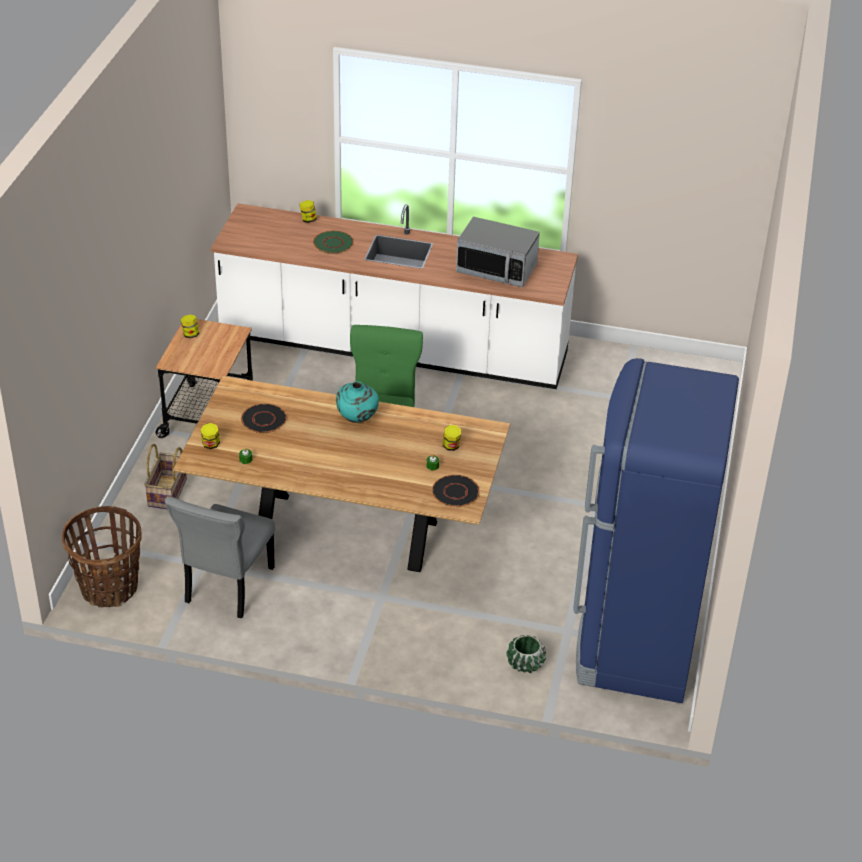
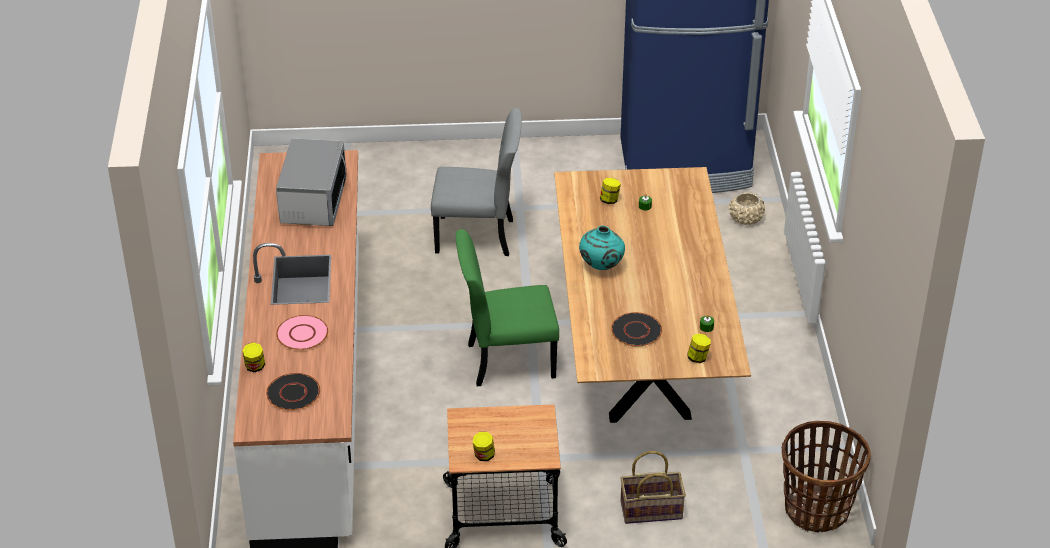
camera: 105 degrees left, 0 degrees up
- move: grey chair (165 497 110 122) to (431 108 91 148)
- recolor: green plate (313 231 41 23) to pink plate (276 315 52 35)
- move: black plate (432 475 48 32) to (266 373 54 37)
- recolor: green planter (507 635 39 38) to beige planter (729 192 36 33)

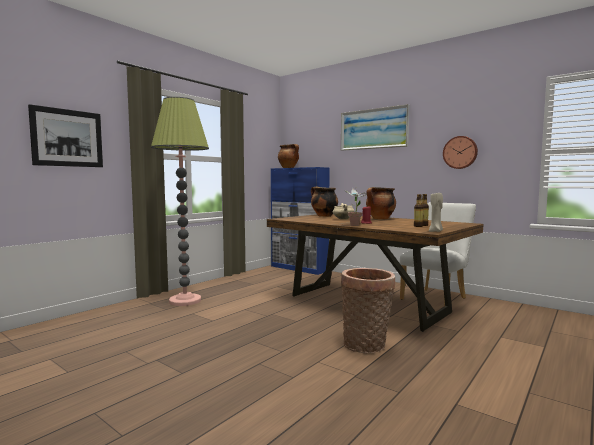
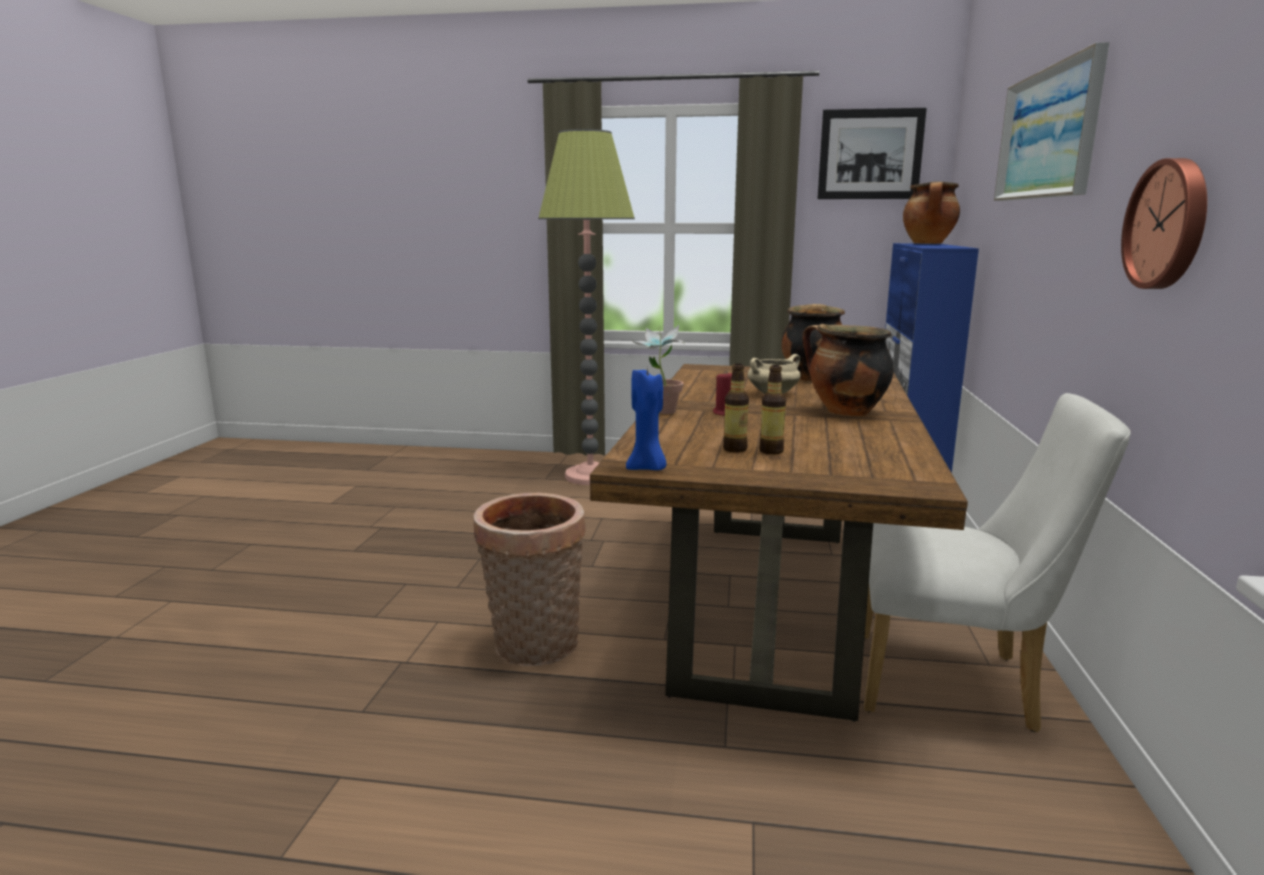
camera: 60 degrees right, 10 degrees up
- move: picture (28 104 75 63) to (817 108 110 91)
- recolor: beige candle (429 193 14 39) to blue candle (626 367 40 103)

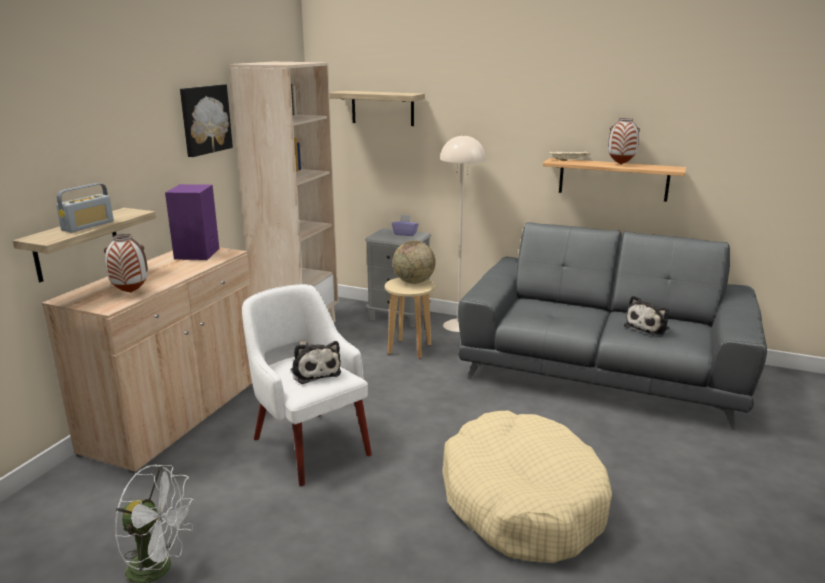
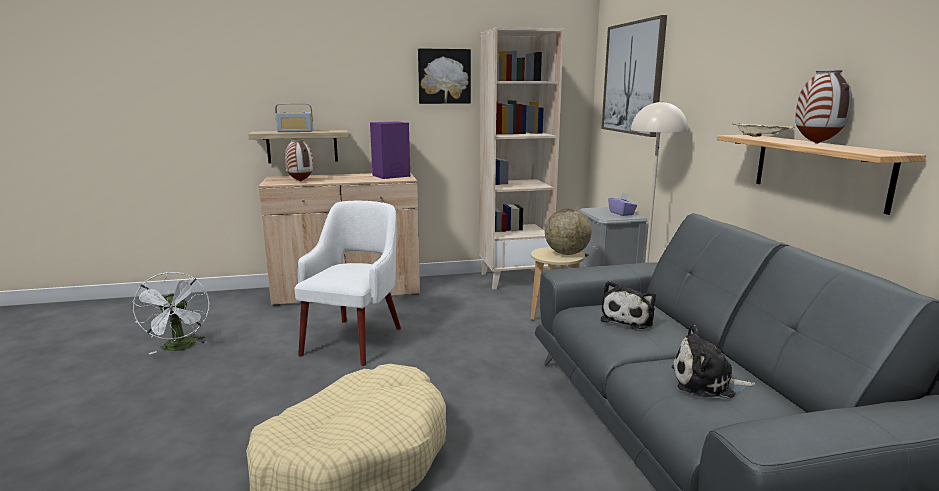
camera: 55 degrees right, 5 degrees down
- move: plush toy (290 341 51 43) to (601 281 55 48)
- replace: shelf (330 91 95 35) to picture (601 15 66 122)

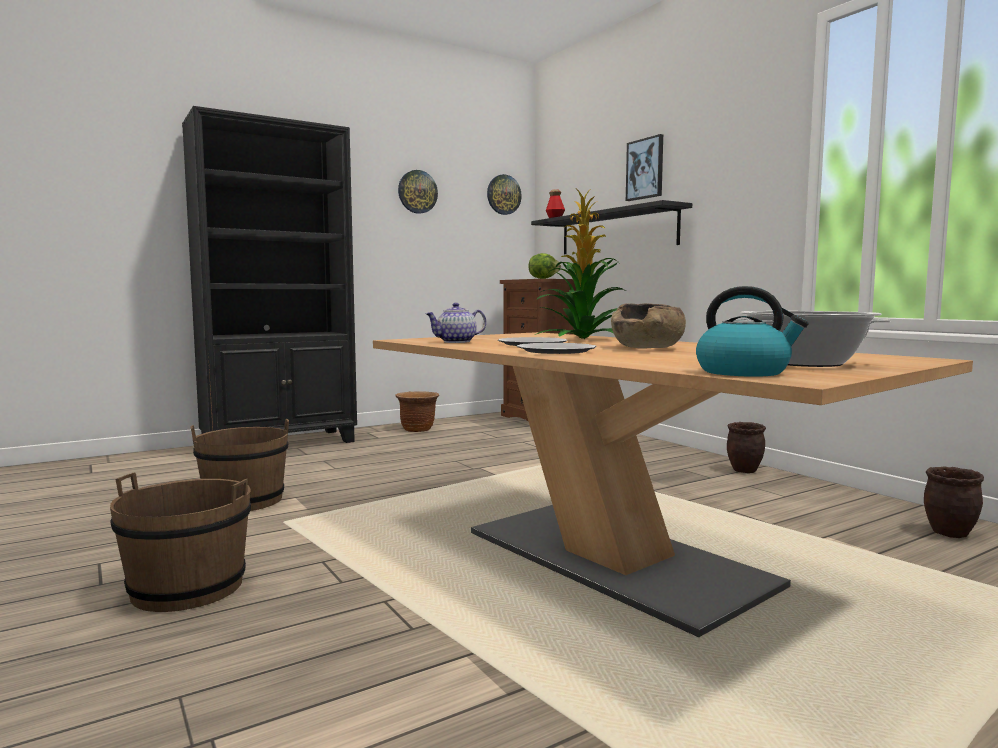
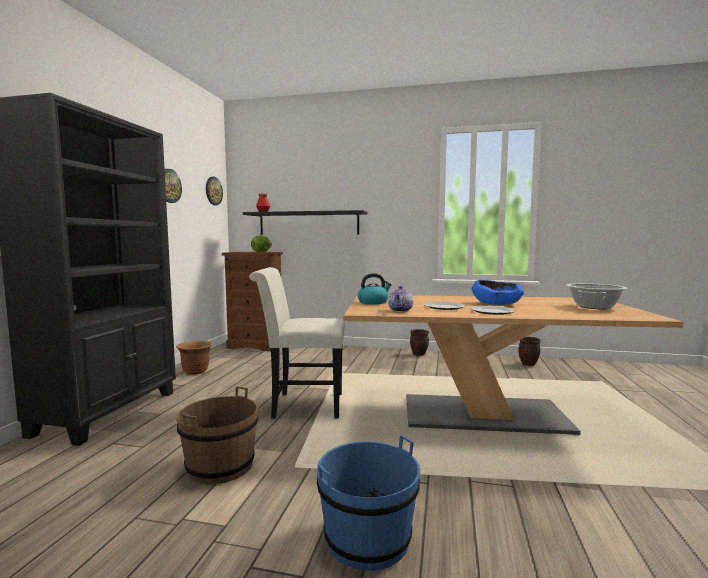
camera: 45 degrees left, 0 degrees up
- recolor: brown bucket (110 473 141 139) to blue bucket (317 435 103 136)
- delete: potted plant (535 189 91 150)
- recolor: brown bowl (611 303 75 46) to blue bowl (472 280 52 25)
- delete: picture (626 134 37 67)
- move: kettle (696 286 113 91) to (358 273 34 31)
- insert: white chair (249 267 96 152)

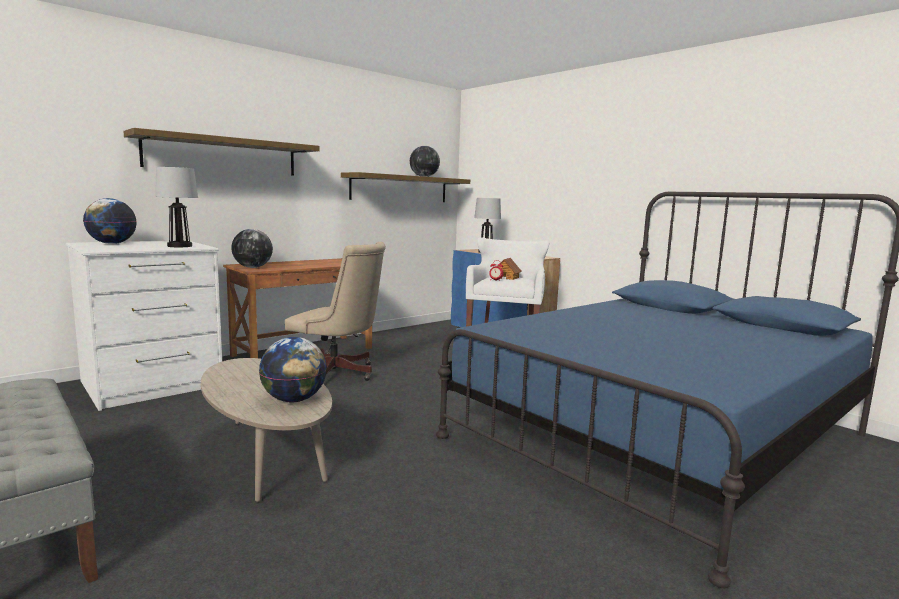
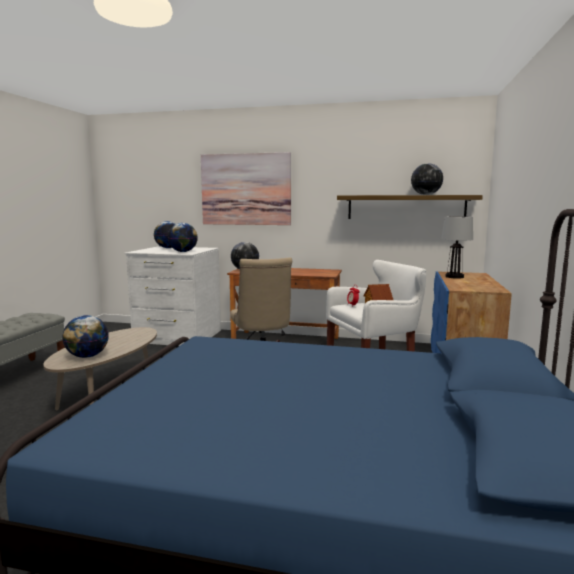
camera: 55 degrees right, 0 degrees up
- replace: shelf (123 128 197 48) to picture (201 152 90 73)
- replace: table lamp (155 167 43 80) to globe (168 223 30 29)

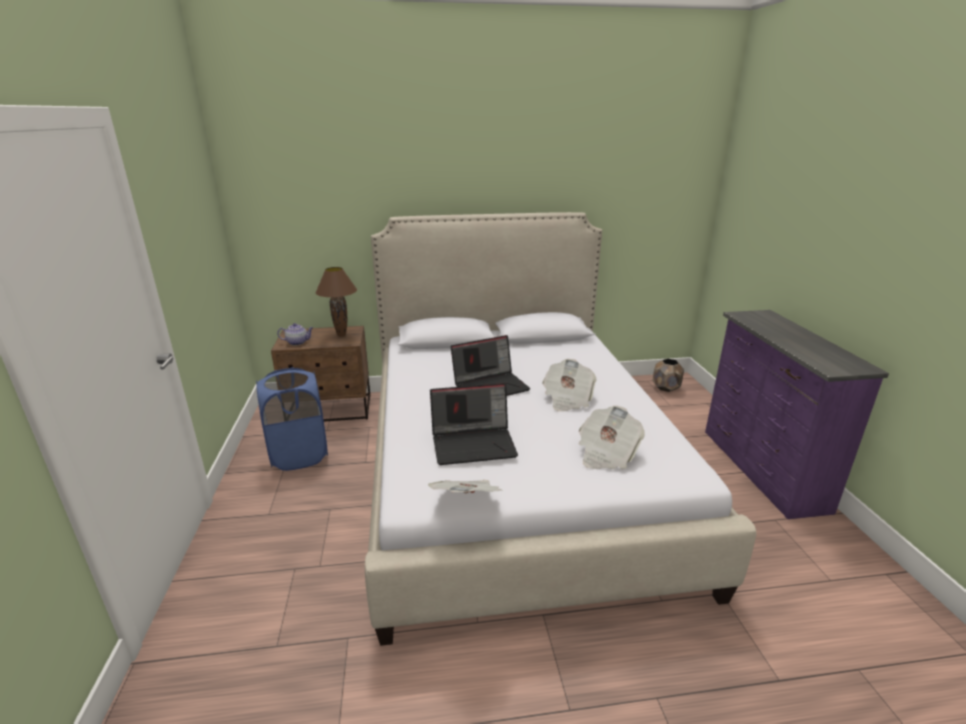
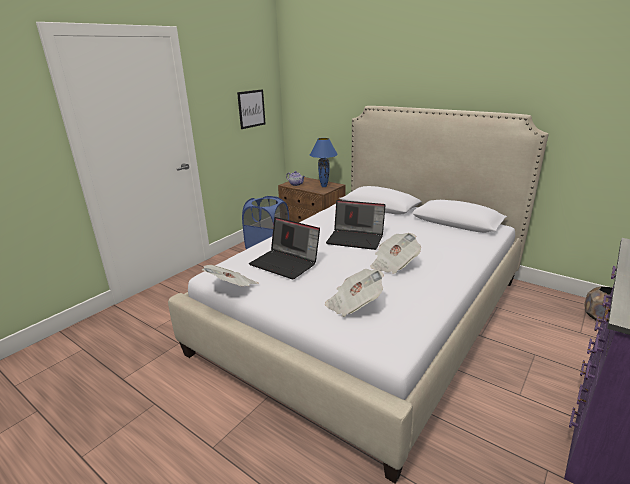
camera: 45 degrees right, 0 degrees up
- recolor: brown table lamp (315 267 42 70) to blue table lamp (310 138 28 49)
- insert: picture (237 89 29 40)

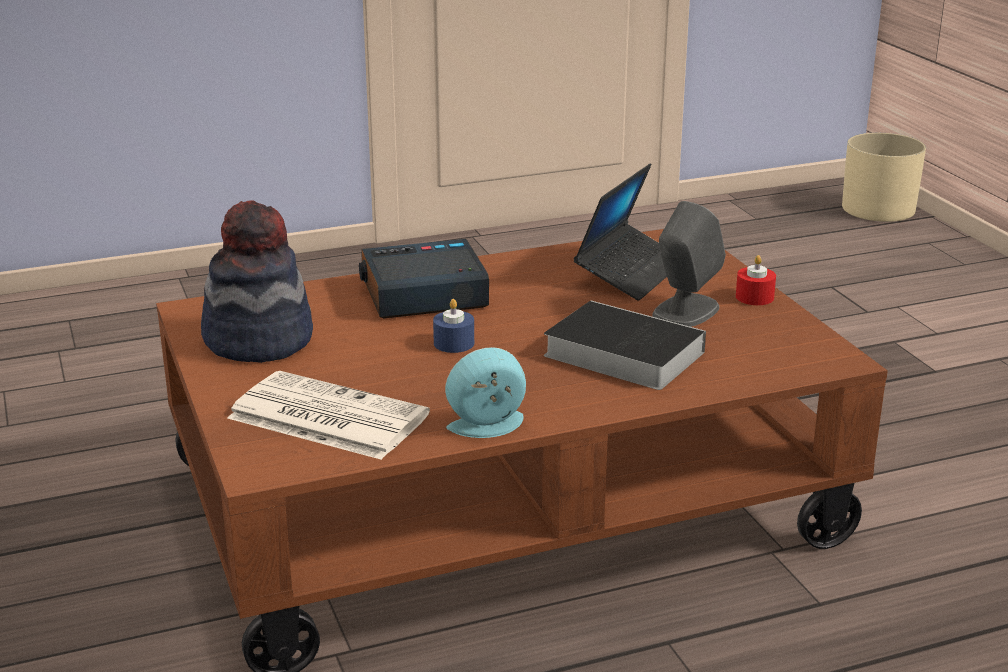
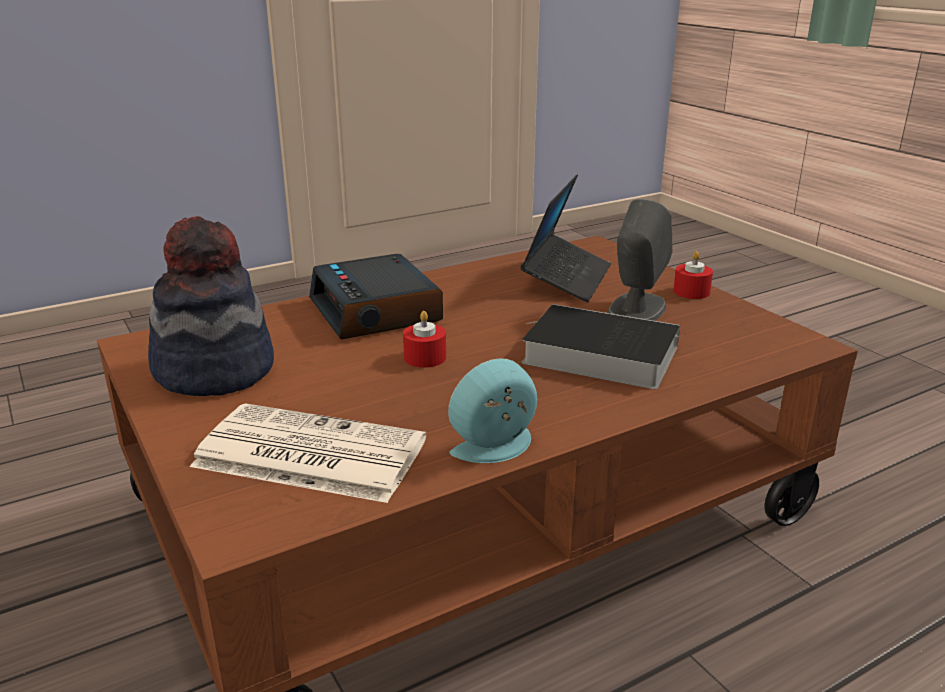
camera: 10 degrees left, 0 degrees up
- rotate: alarm clock (359 239 130 79) = (309 254 134 86) 90 degrees counterclockwise
- recolor: blue candle (433 299 41 54) to red candle (403 311 43 57)
- delete: beige planter (842 133 84 89)

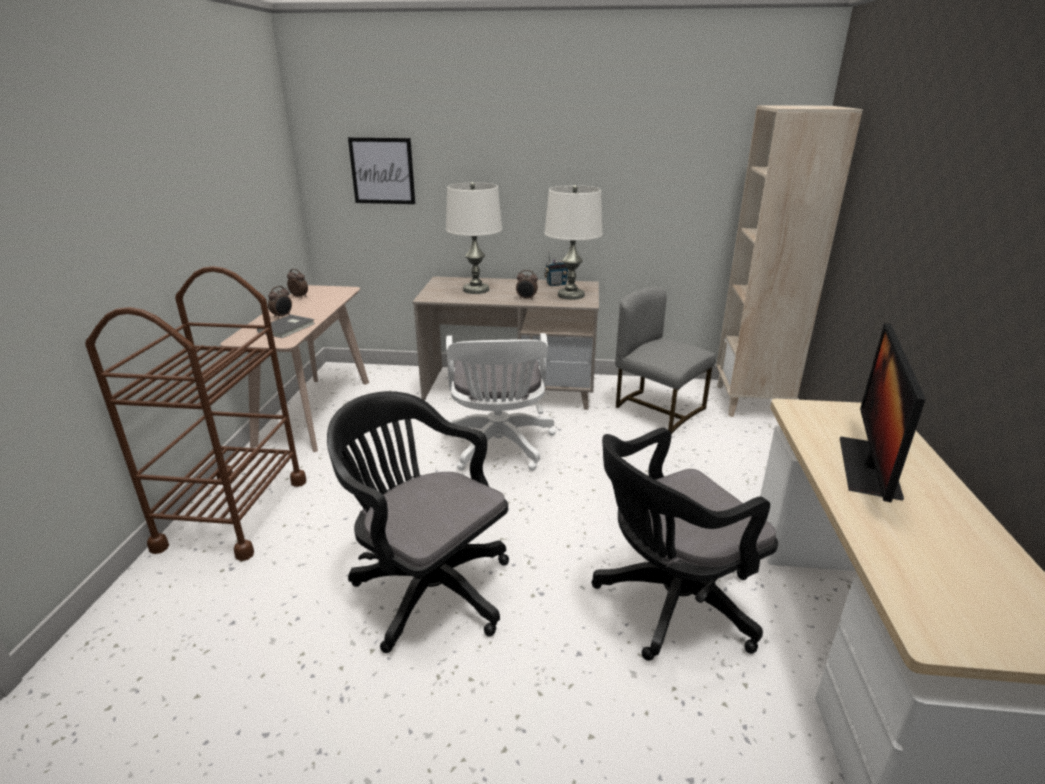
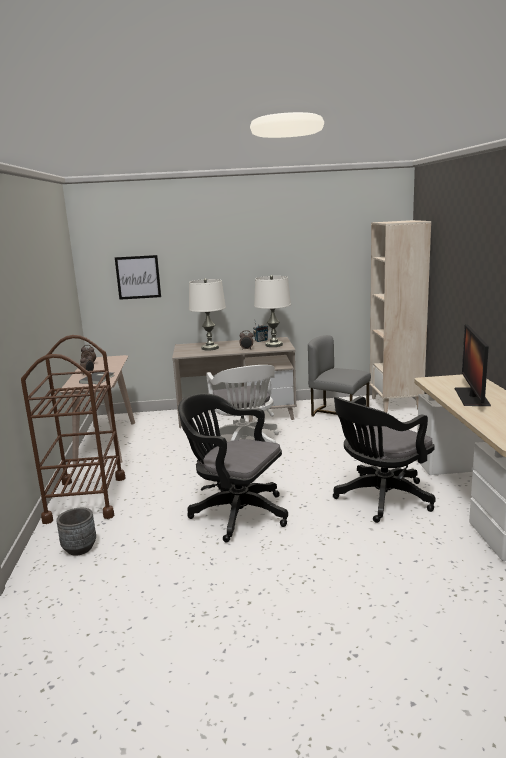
camera: 10 degrees left, 10 degrees down
- insert: grey planter (56 508 40 48)

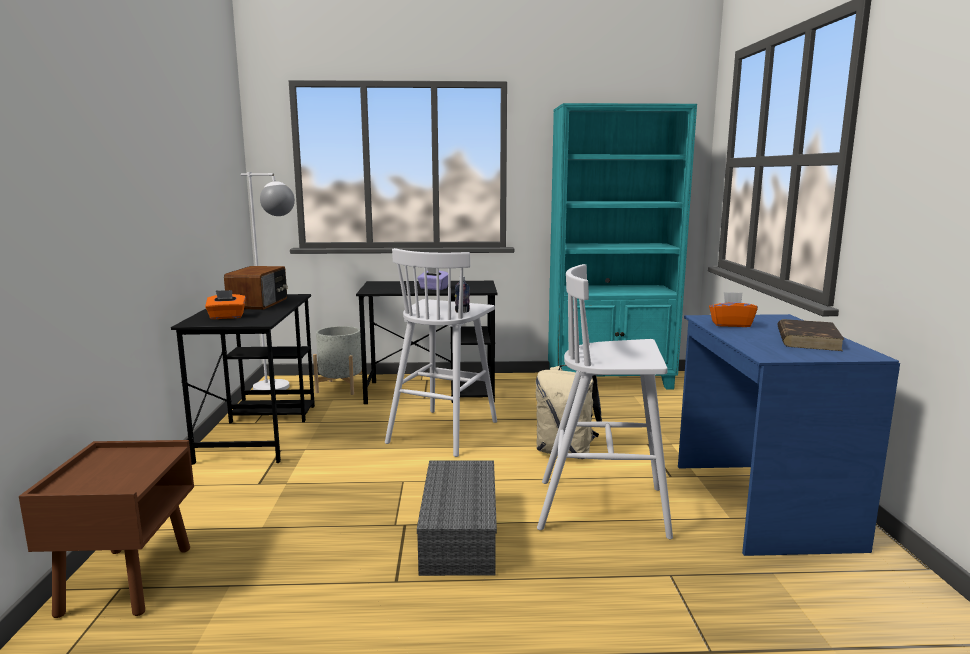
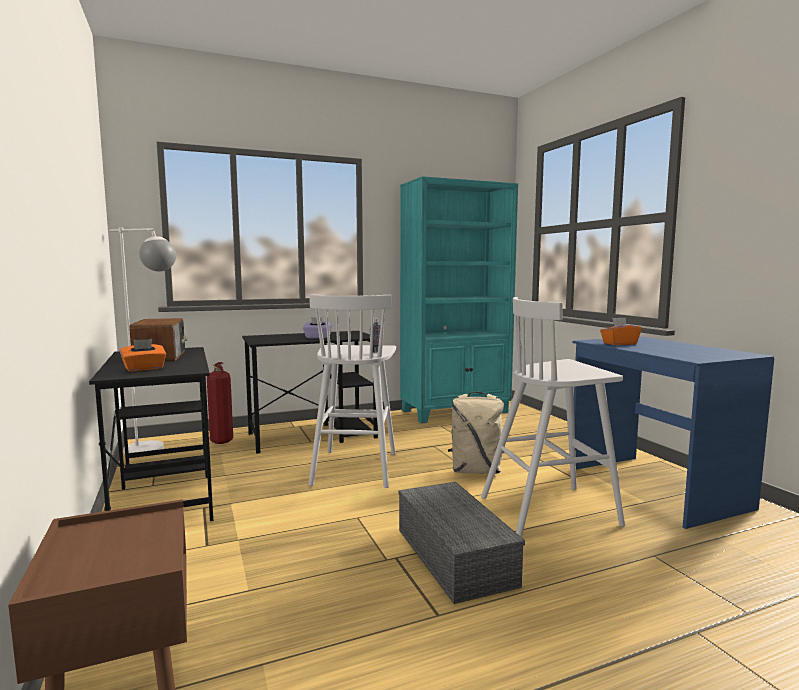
camera: 20 degrees left, 5 degrees down
- replace: grey planter (313 326 50 69) to fire extinguisher (207 362 26 82)
- delete: brown book (778 319 66 32)

